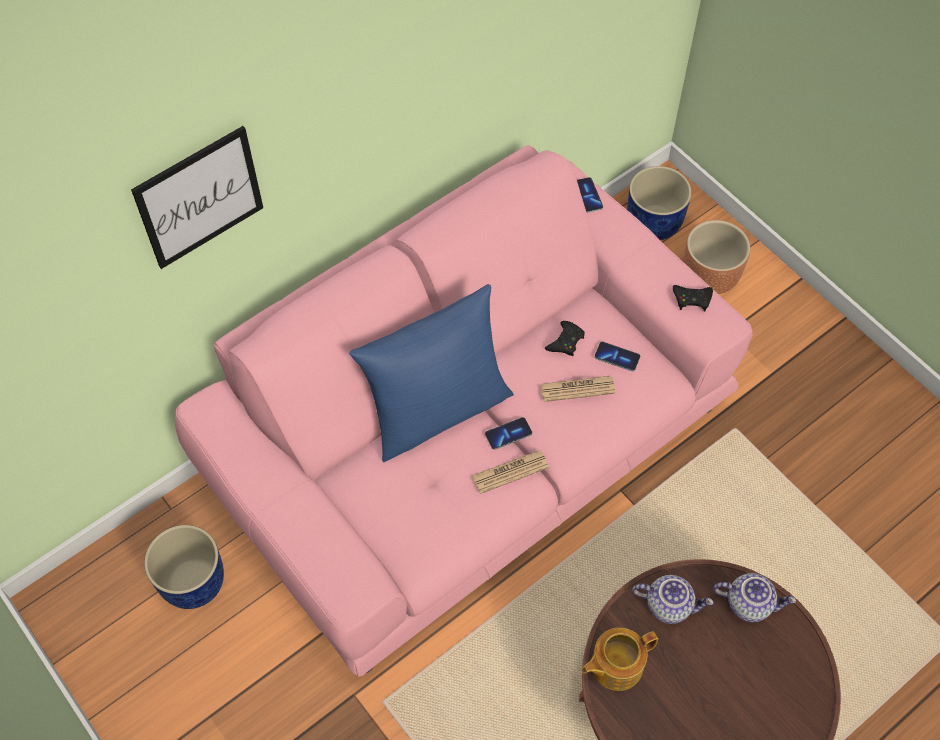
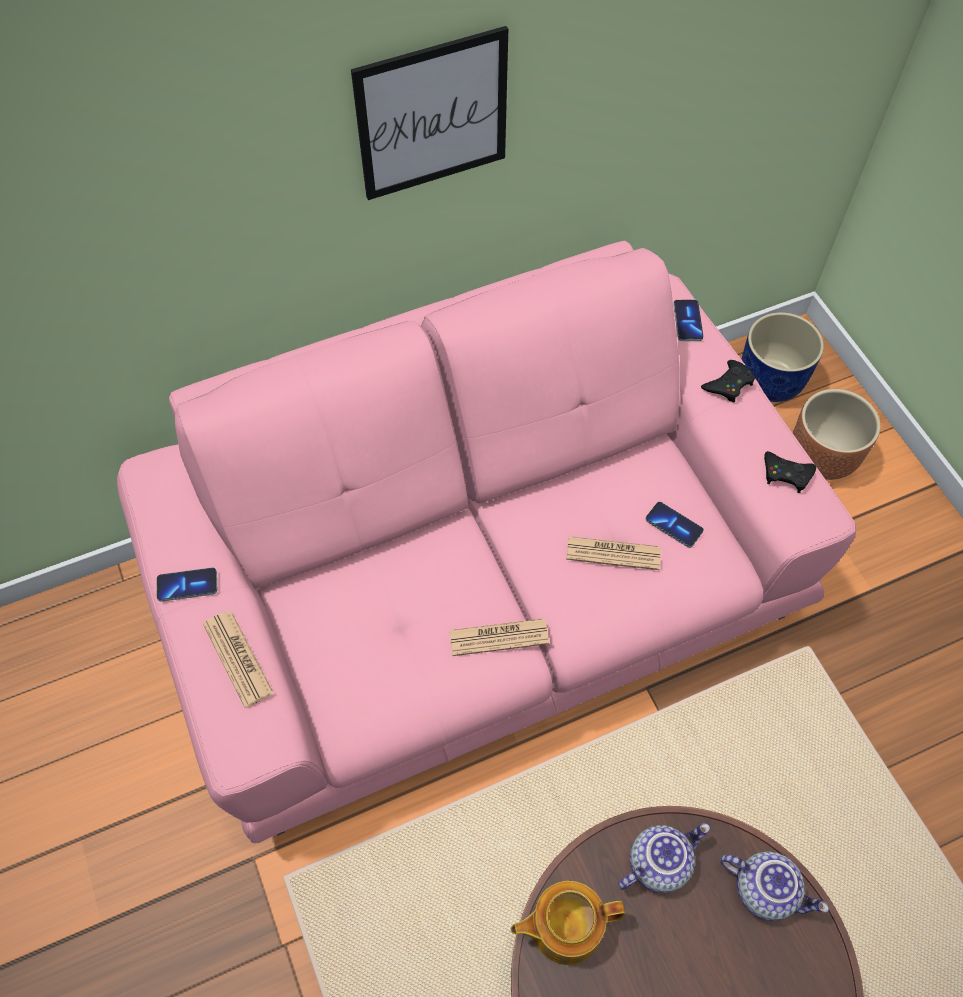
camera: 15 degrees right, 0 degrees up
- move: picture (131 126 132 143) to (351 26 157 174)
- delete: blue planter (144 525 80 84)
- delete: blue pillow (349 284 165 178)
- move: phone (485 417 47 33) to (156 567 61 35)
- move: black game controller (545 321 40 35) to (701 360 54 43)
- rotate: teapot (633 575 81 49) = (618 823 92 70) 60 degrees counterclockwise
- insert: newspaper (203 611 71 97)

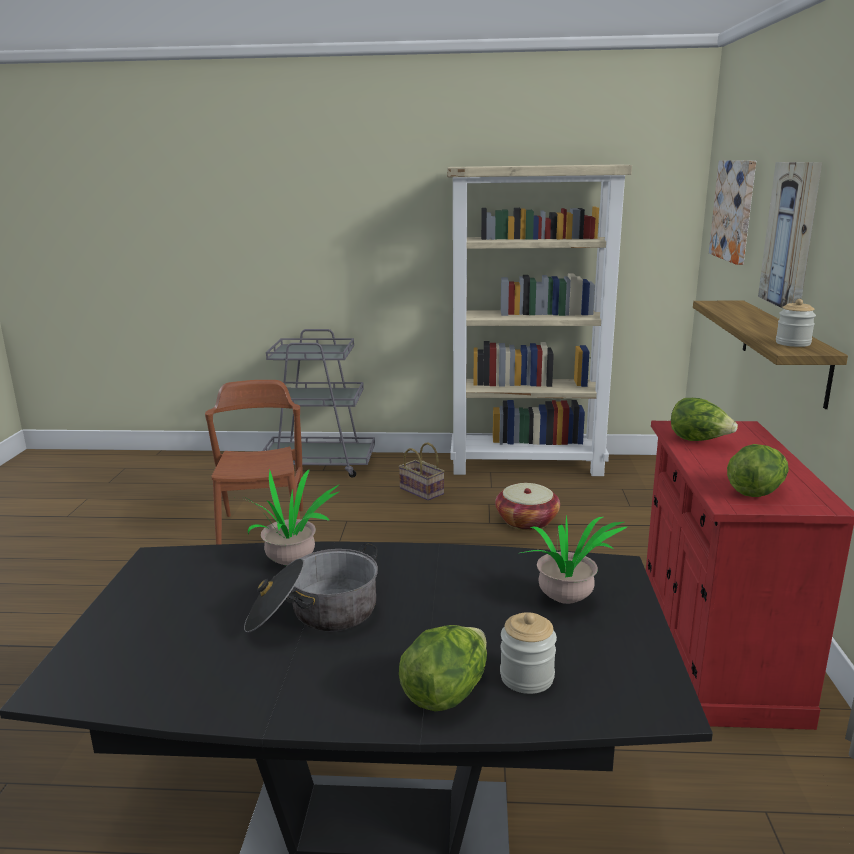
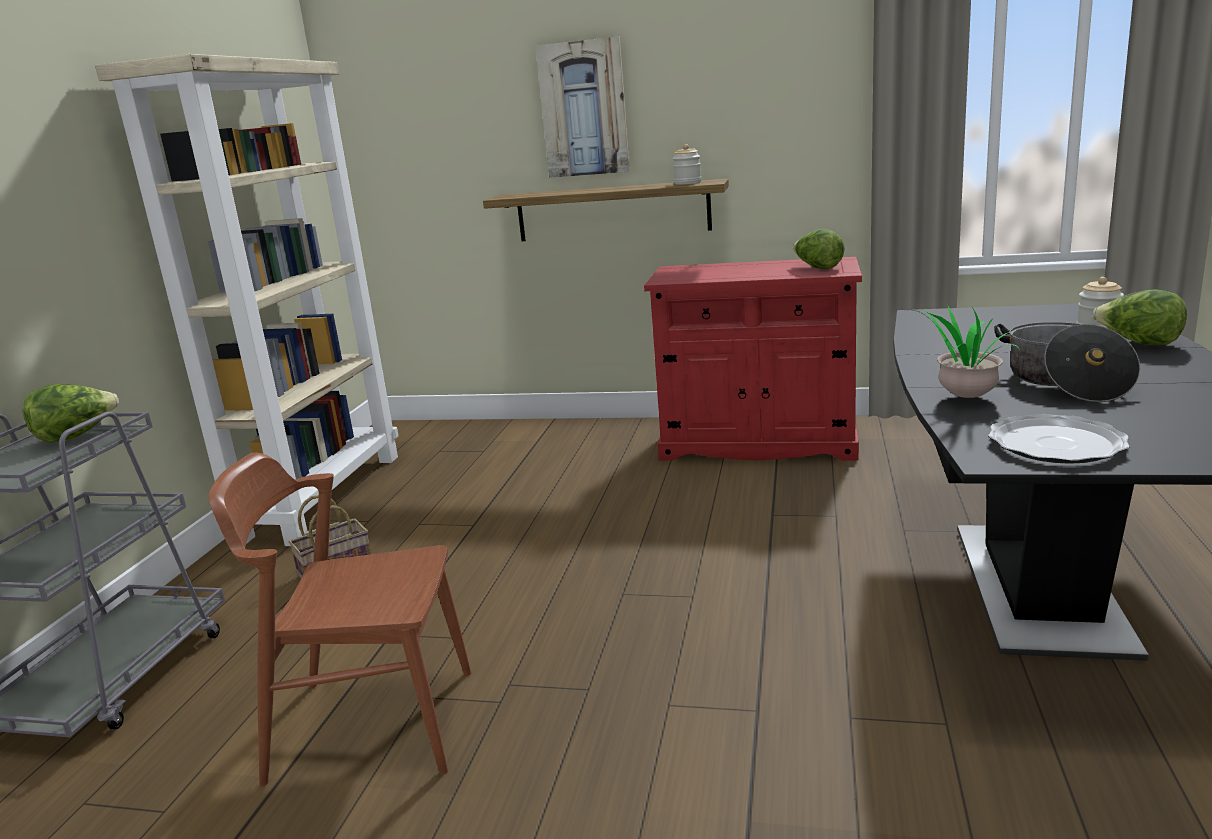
camera: 80 degrees left, 0 degrees up
- delete: basket (495 483 65 47)
- delete: potted plant (521 515 107 89)
- move: lettuce (671 398 67 43) to (22 384 97 58)
- delete: picture (709 160 47 105)
- insert: plate (988 414 142 50)

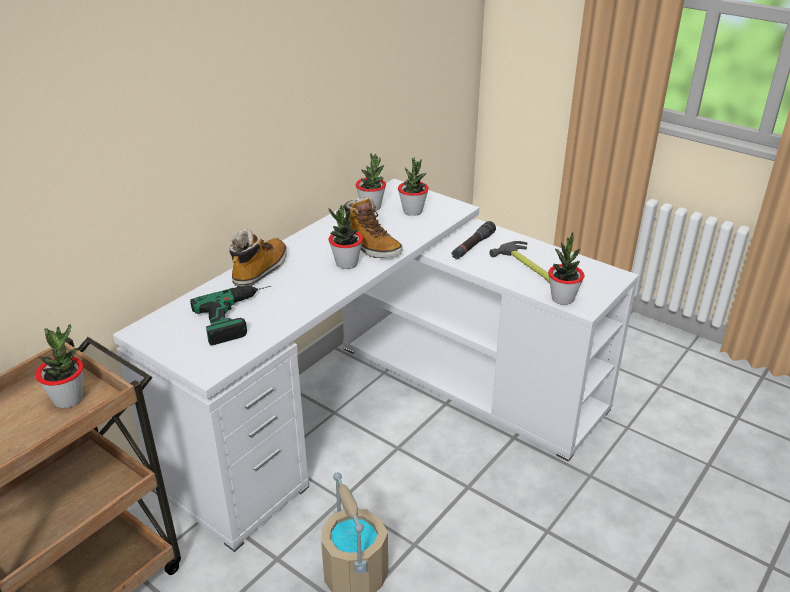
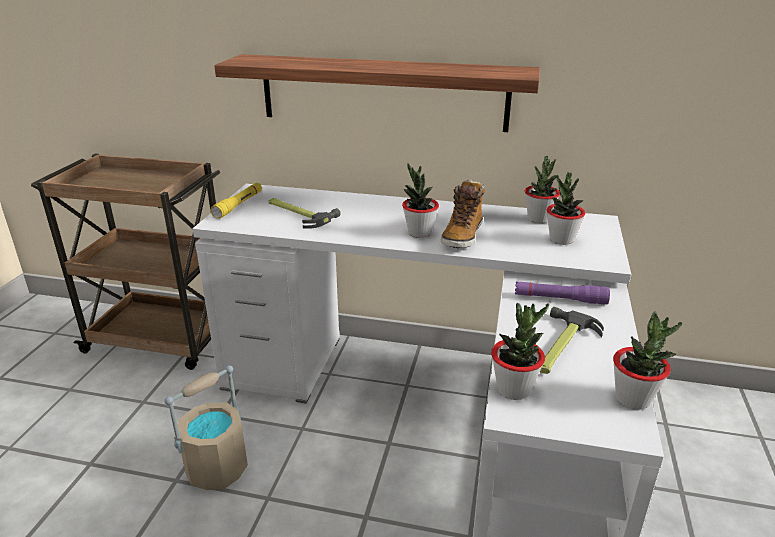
camera: 65 degrees right, 5 degrees down
- move: potted plant (36 324 47 84) to (613 311 69 99)
- replace: power drill (190 285 81 61) to hammer (268 198 73 31)
- delete: boot (230 229 57 58)
- recolor: black flashlight (451 221 45 38) to purple flashlight (515 281 95 24)
- insert: yellow flashlight (211 183 51 36)
- insert: shelf (214 54 326 78)

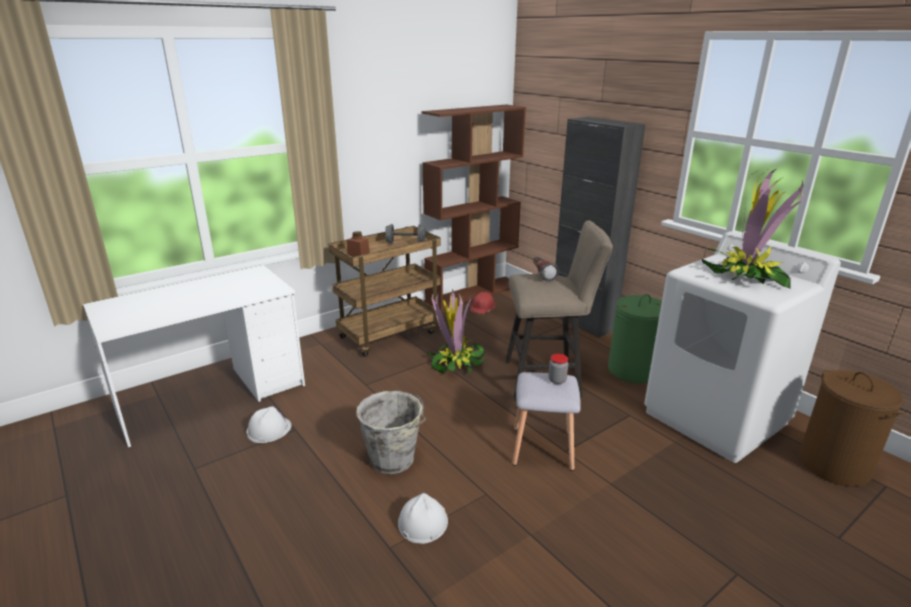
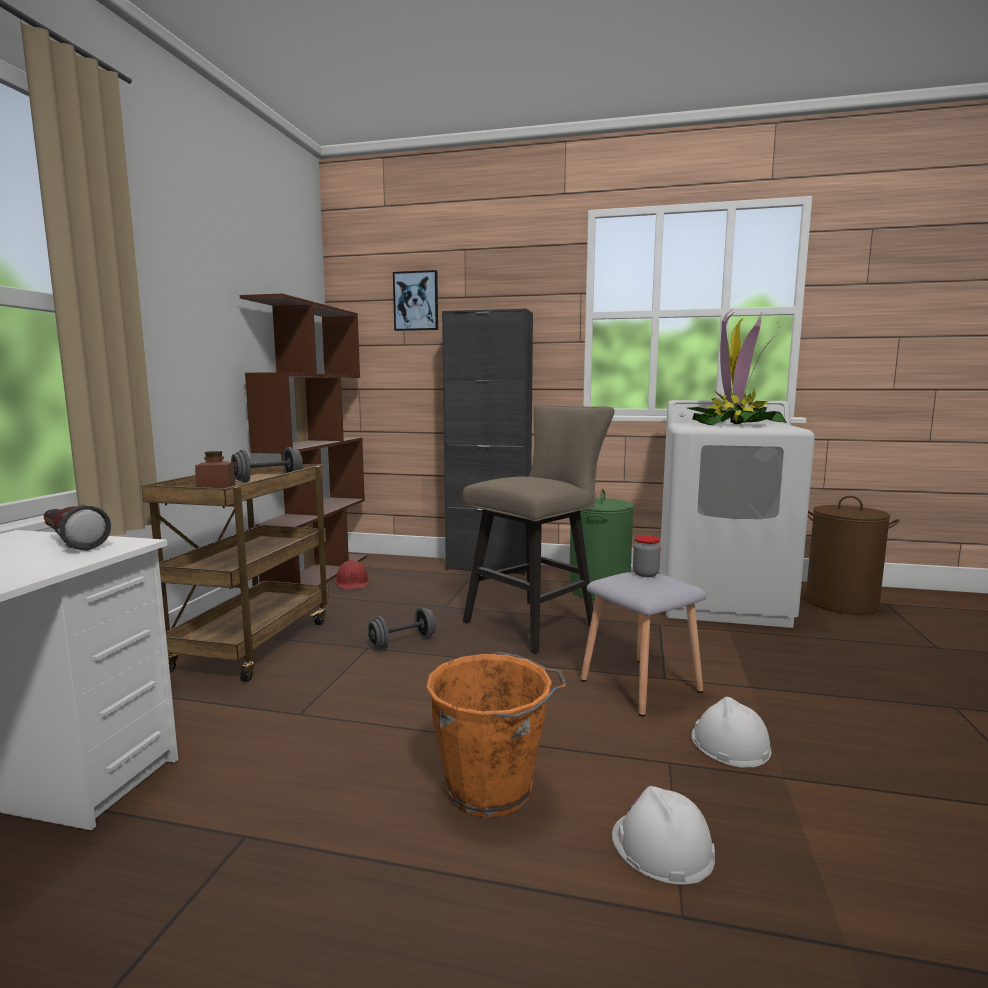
camera: 40 degrees left, 15 degrees down
- move: white hard hat (247 406 44 37) to (691 697 80 71)
- recolor: grey bucket (356 391 70 83) to orange bucket (426 652 141 166)
- replace: potted plant (427 289 59 85) to grey dumbbell (368 607 68 43)
- move: flashlight (533 257 26 25) to (44 504 67 47)
- insert: picture (393 270 45 61)

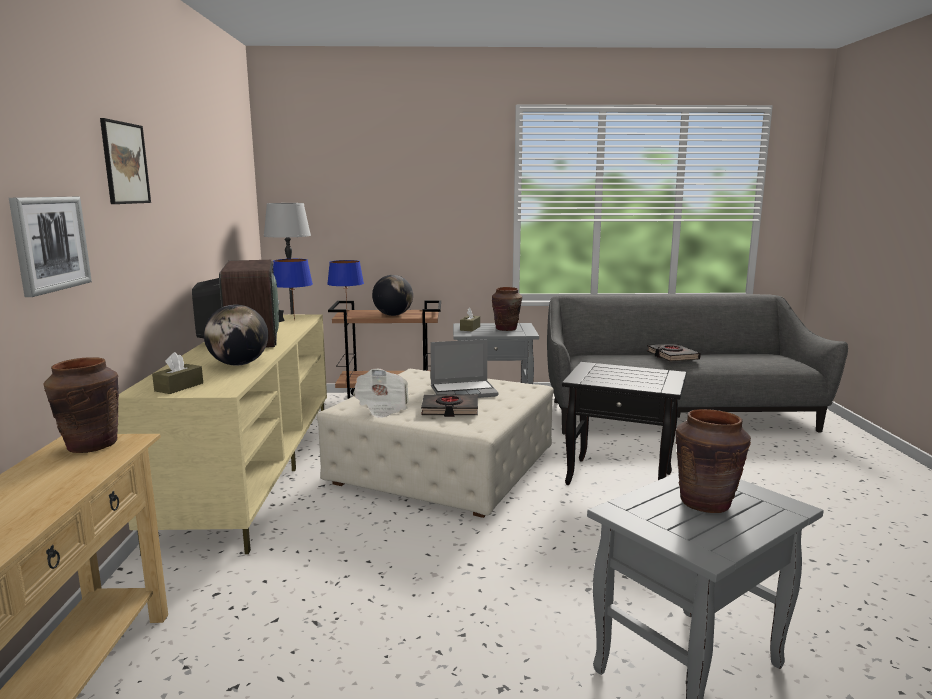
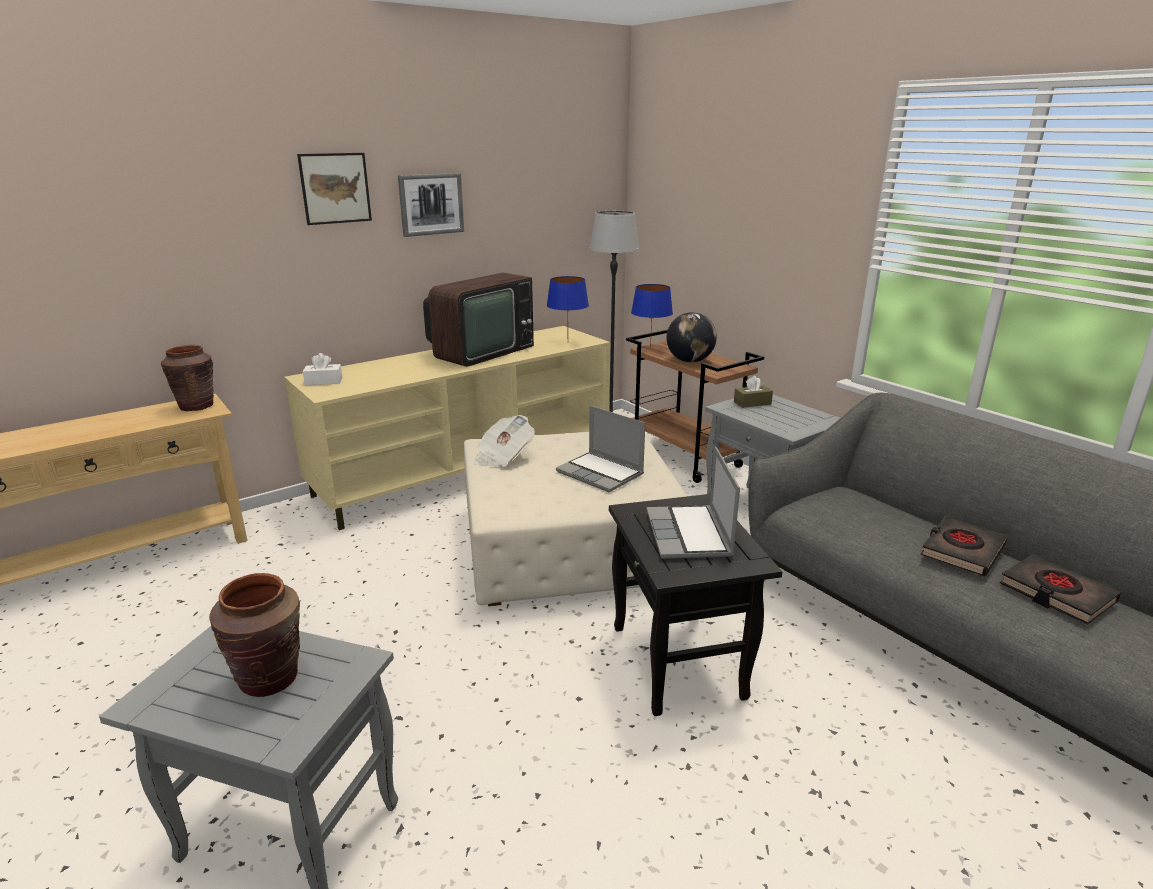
camera: 55 degrees right, 10 degrees up
- move: picture (9 197 83 100) to (398 173 66 64)
- recolor: brown tissue box (152 352 51 42) to white tissue box (303 353 40 32)
- delete: globe (204 305 64 60)
- move: black book (421 394 57 23) to (1000 554 121 71)
- delete: brown vase (492 287 30 44)
- insert: laptop (646 446 94 113)

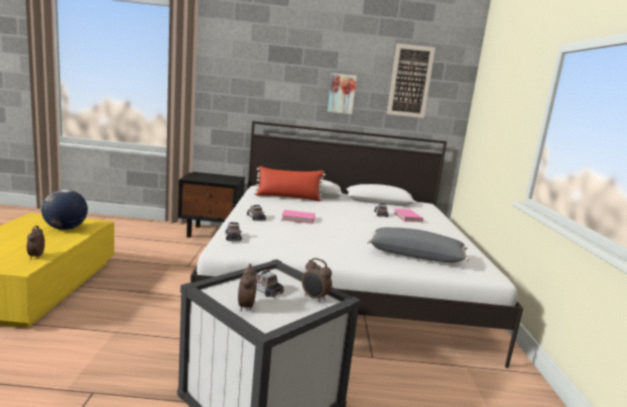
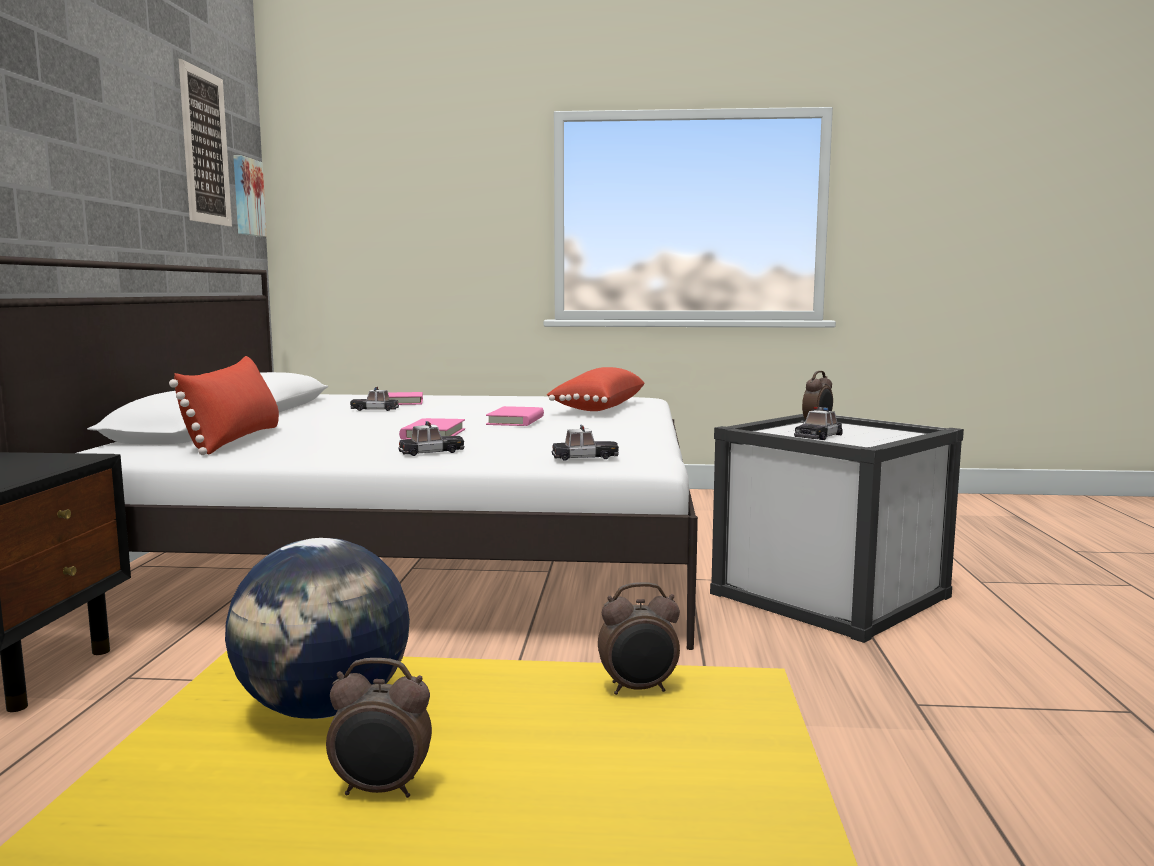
camera: 85 degrees left, 5 degrees down
- move: alarm clock (238 264 19 48) to (326 658 106 140)
- move: picture (328 73 29 41) to (233 155 34 82)
- recolor: grey pillow (367 227 102 36) to red pillow (547 367 98 44)
- insert: pink book (486 406 58 20)

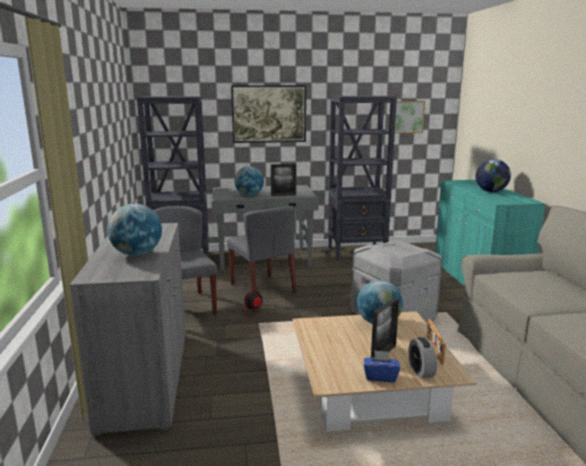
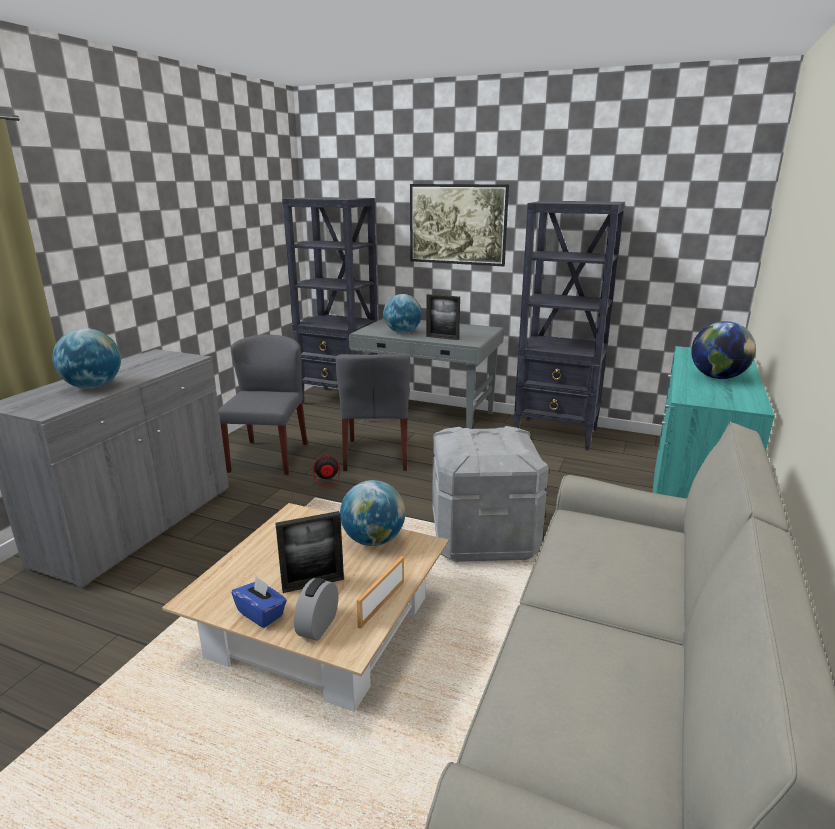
camera: 30 degrees right, 5 degrees up
- delete: picture (395 101 30 32)

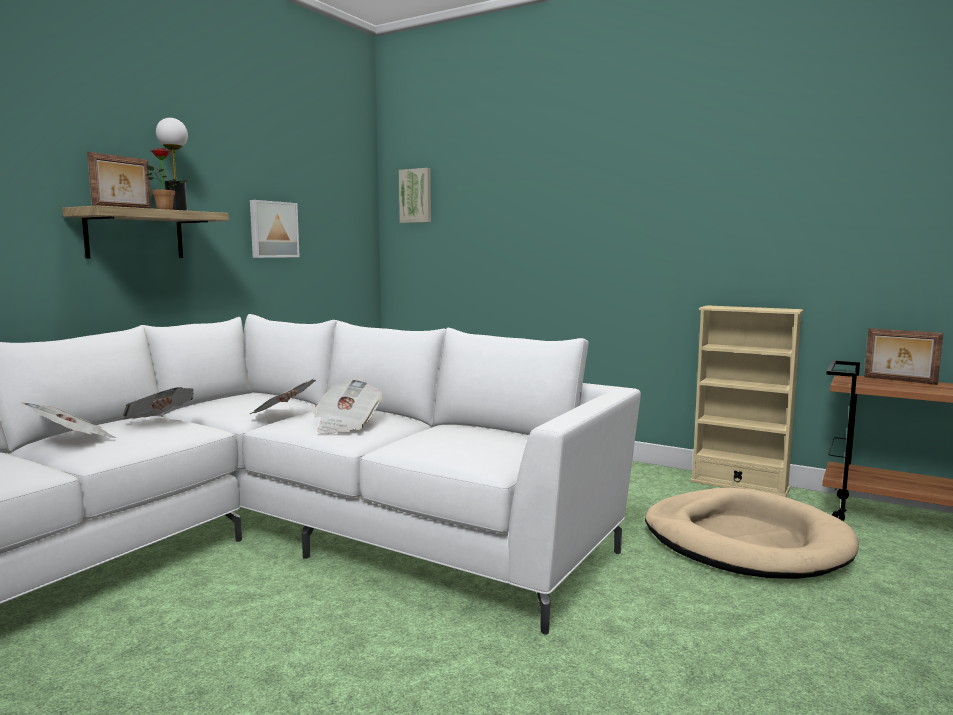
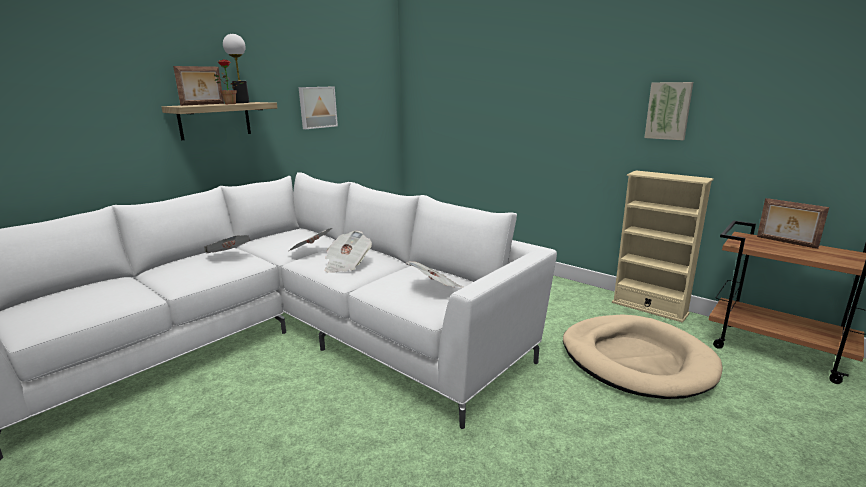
camera: 10 degrees right, 10 degrees up
- move: newspaper (22 403 95 35) to (406 261 58 27)
- move: picture (399 168 32 55) to (644 82 49 58)

